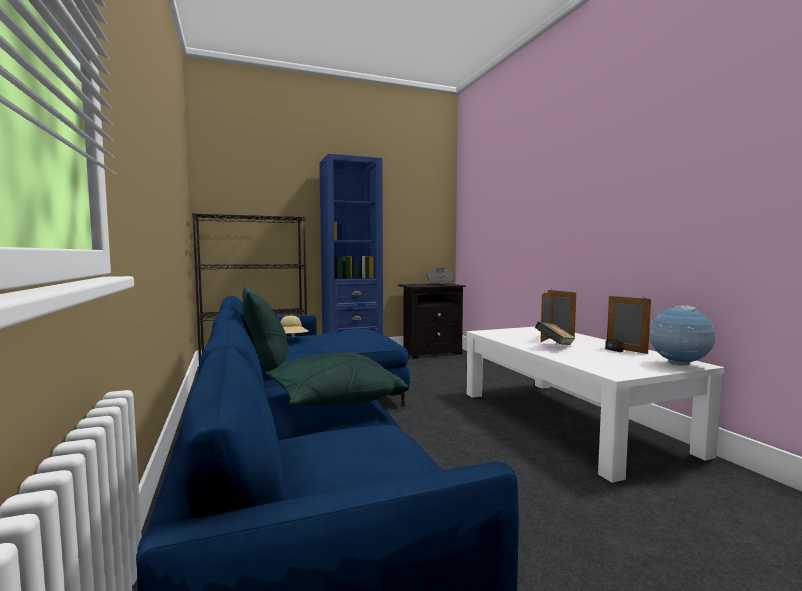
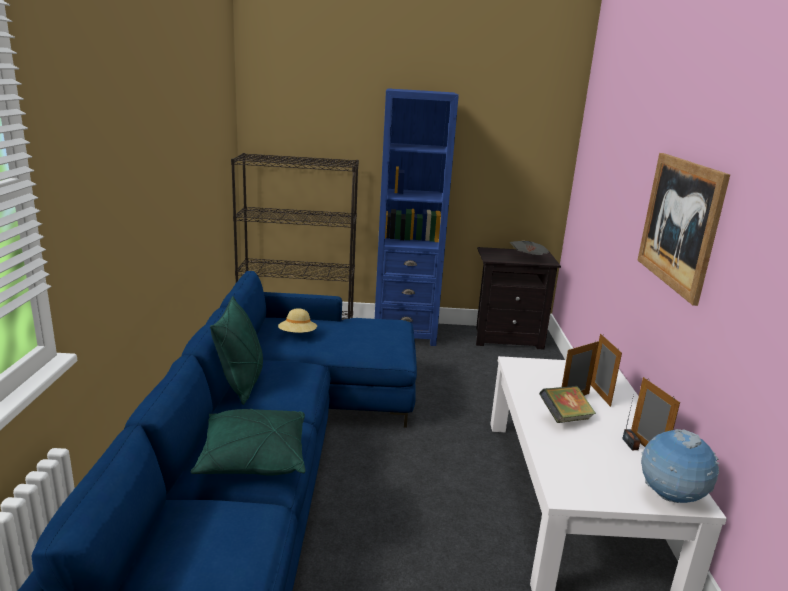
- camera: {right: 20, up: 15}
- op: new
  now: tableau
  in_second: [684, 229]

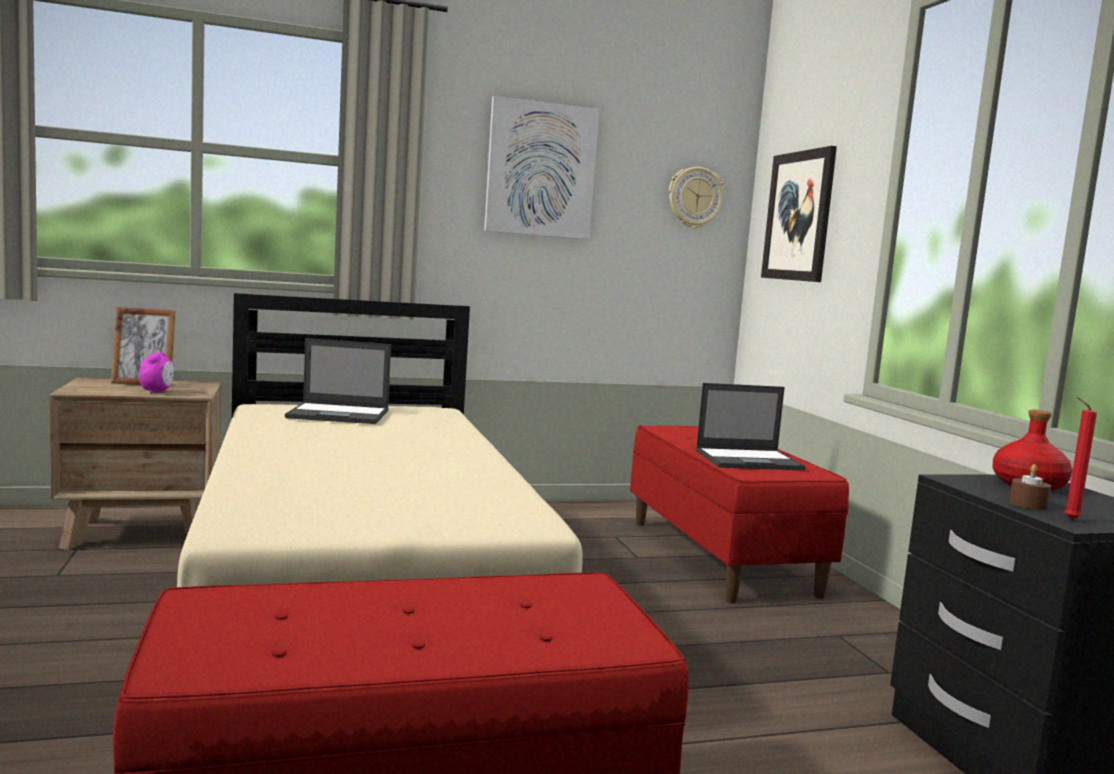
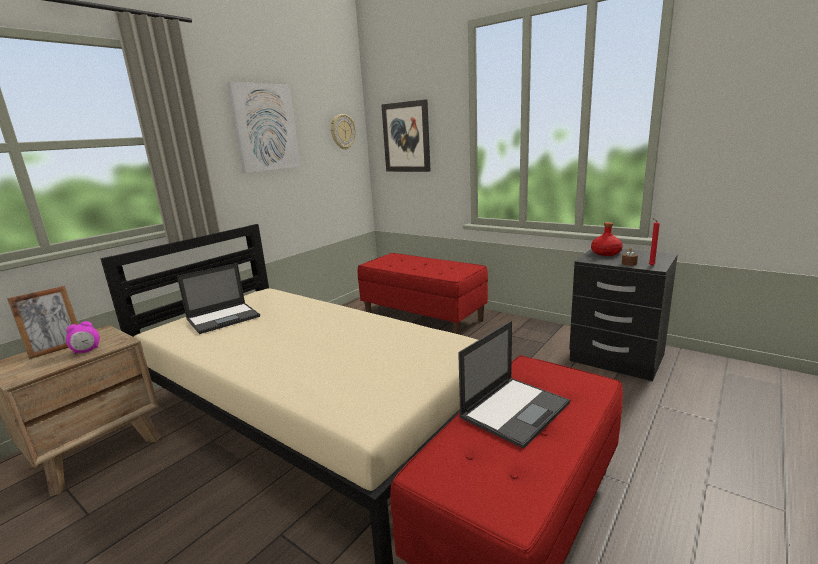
- camera: {right: -35, up: 10}
- op: rotated
  was: réveil
  in_first: [156, 372]
  in_second: [83, 337]
  clockwise: 90
- op: shifted
  was: ordinateur portable
  in_first: [751, 426]
  in_second: [514, 385]

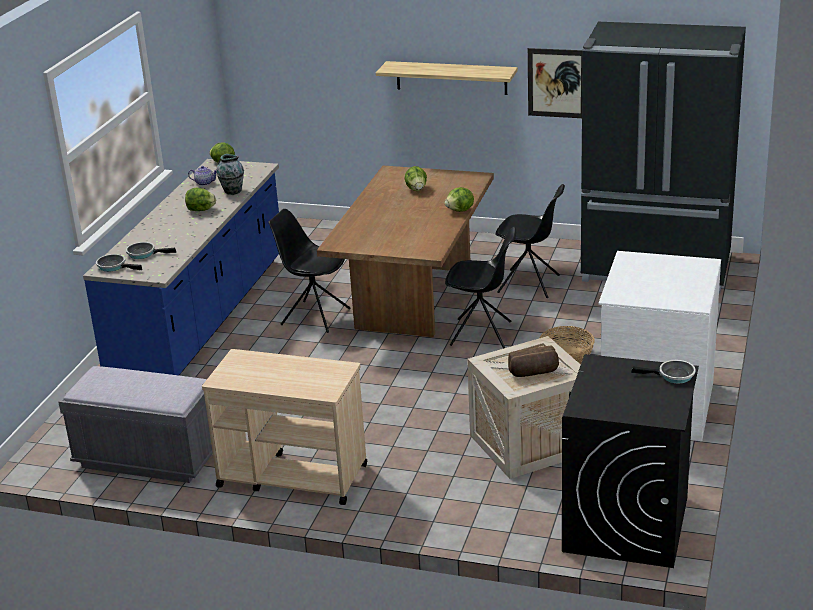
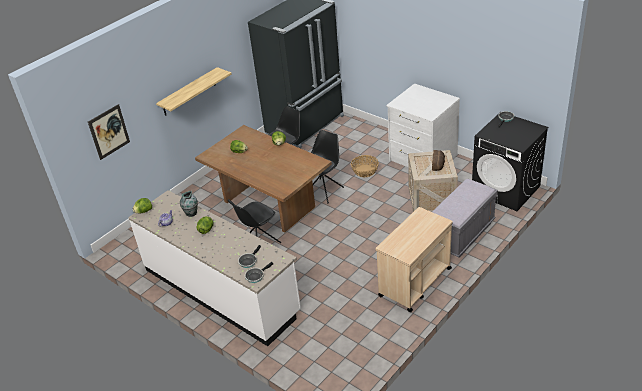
- camera: {right: -65, up: 10}
- op: shifted
  was: tableau
  in_first: [555, 83]
  in_second: [109, 132]
- op: repainted
  was: comptoir de cuisine [bleu]
  now: comptoir de cuisine [blanc]
  in_first: [181, 267]
  in_second: [214, 268]
- op: shifted
  was: banc [gris]
  in_first: [135, 424]
  in_second: [465, 218]

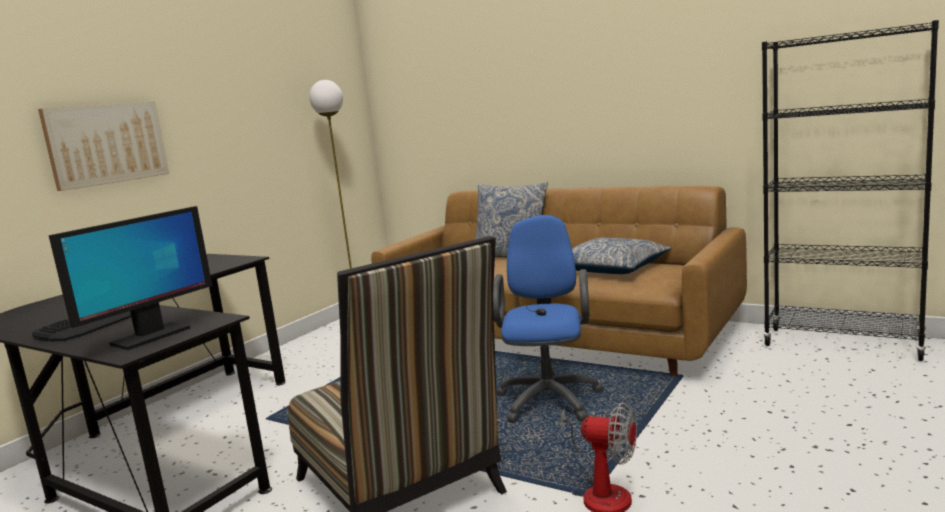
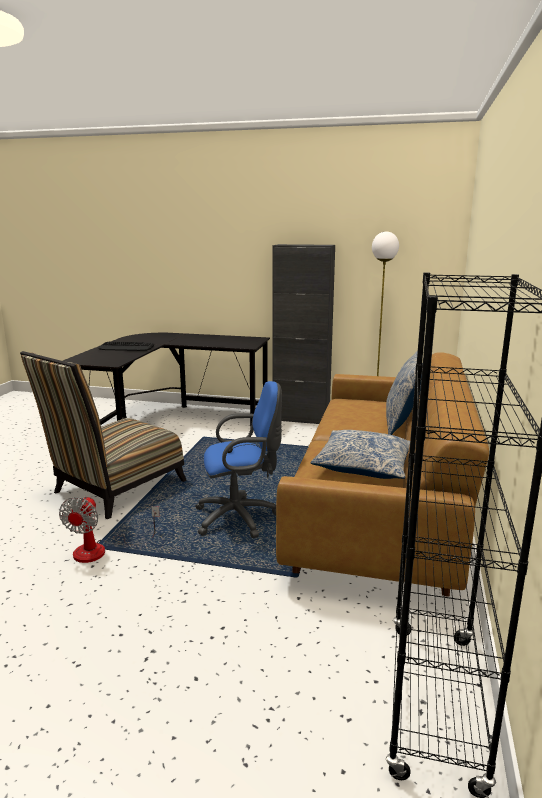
- camera: {right: 70, up: 5}
- op: gone
  was: tableau
  in_first: [103, 146]
- op: gone
  was: écran d'ordinateur
  in_first: [130, 278]
- op: new
  now: meuble de rangement [noir]
  in_second: [303, 334]

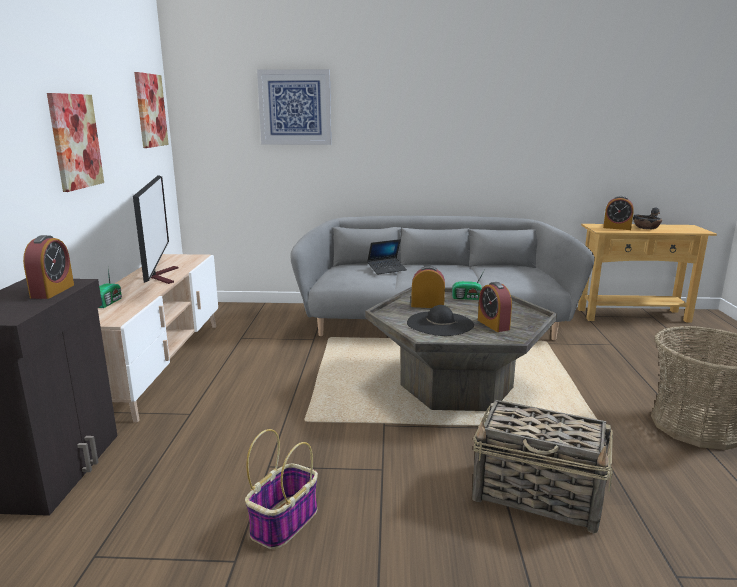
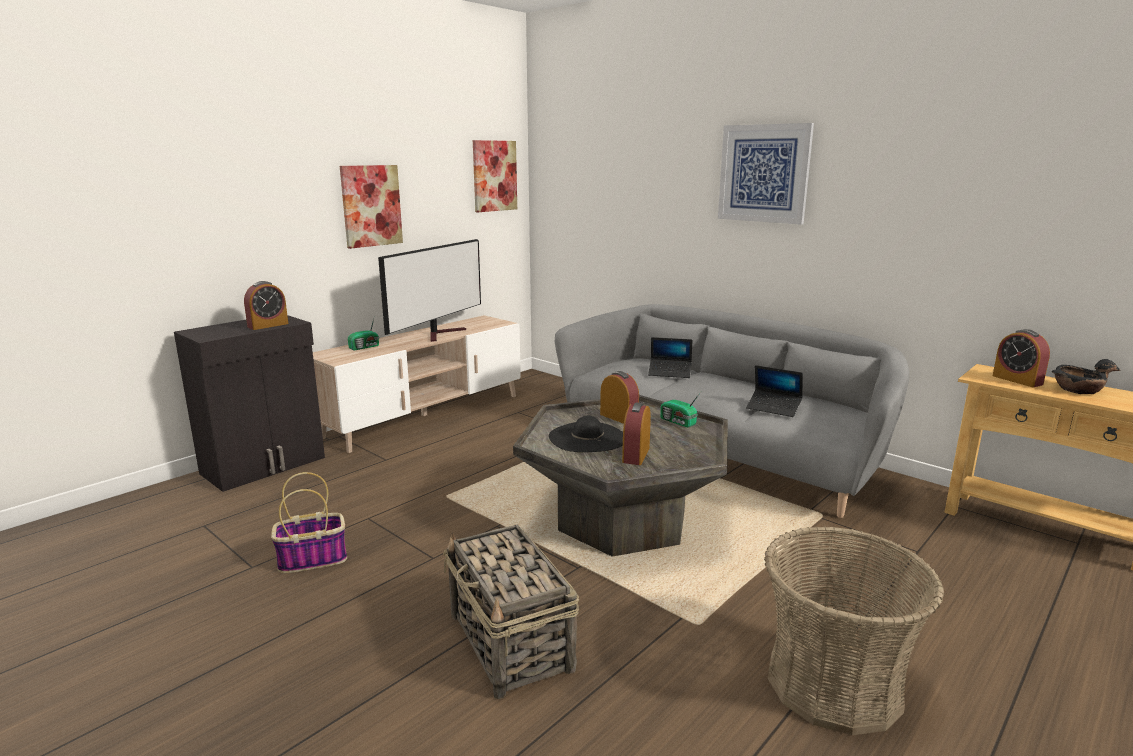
- camera: {right: 40, up: 0}
- op: shifted
  was: tableau
  in_first: [294, 107]
  in_second: [766, 174]
- op: new
  now: ordinateur portable
  in_second: [774, 391]

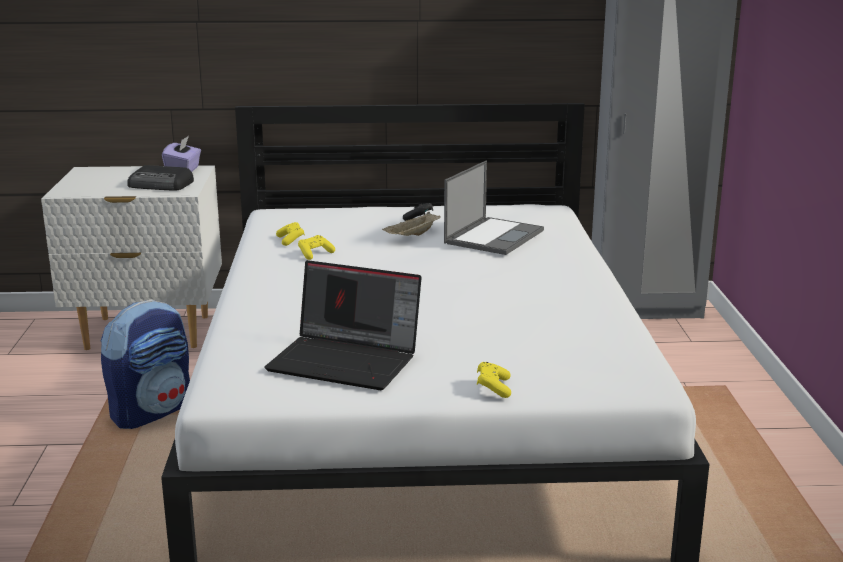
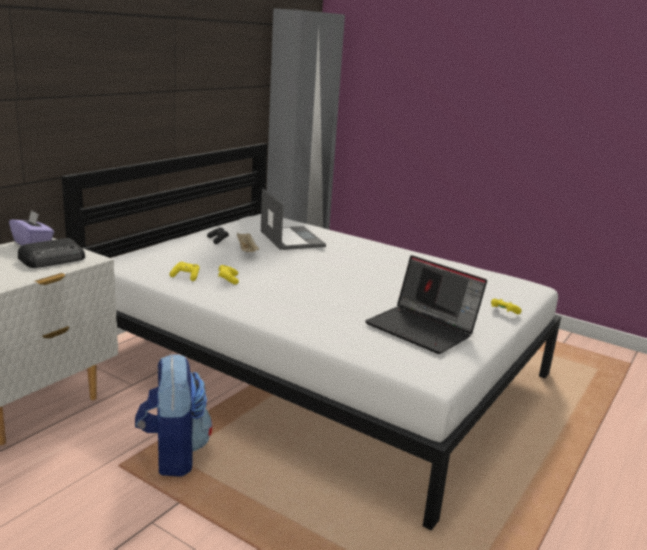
- camera: {right: -55, up: 0}
- op: rotated
  was: ordinateur portable
  in_first: [343, 325]
  in_second: [426, 304]
  clockwise: 75

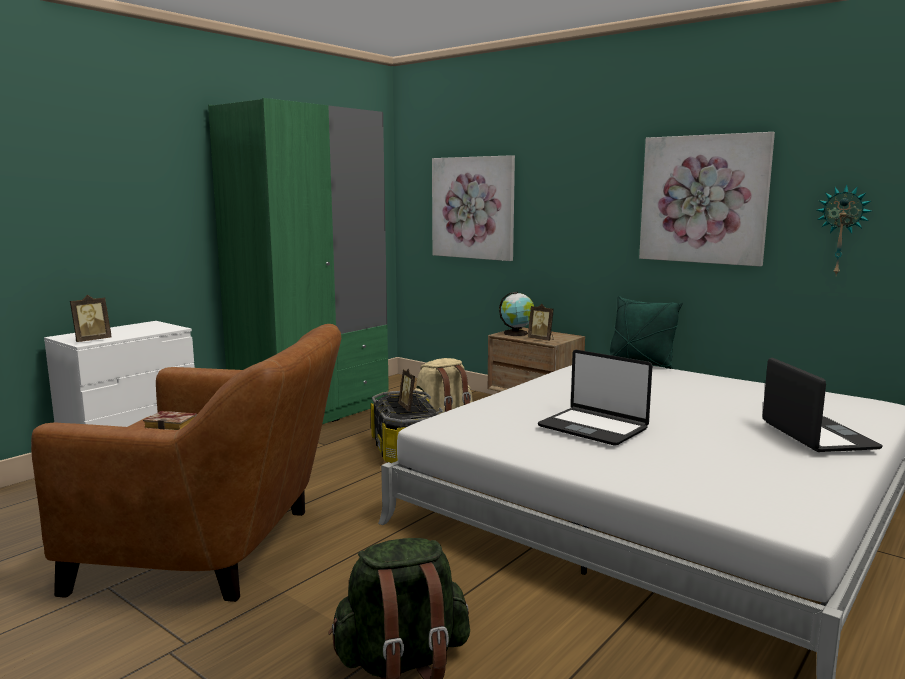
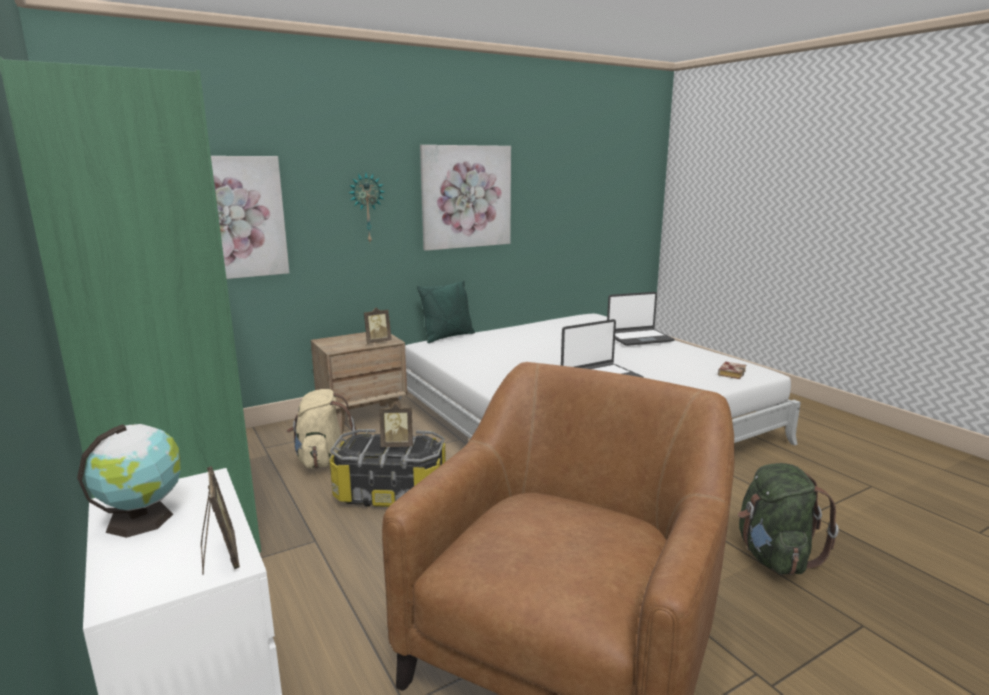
- camera: {right: -70, up: 5}
- op: shifted
  was: horloge murale
  in_first: [844, 229]
  in_second: [367, 207]
- op: shifted
  was: globe
  in_first: [516, 314]
  in_second: [128, 481]
- op: rotated
  was: ordinateur portable
  in_first: [822, 405]
  in_second: [641, 319]
  clockwise: 150
- op: shifted
  was: livre
  in_first: [170, 420]
  in_second: [732, 370]

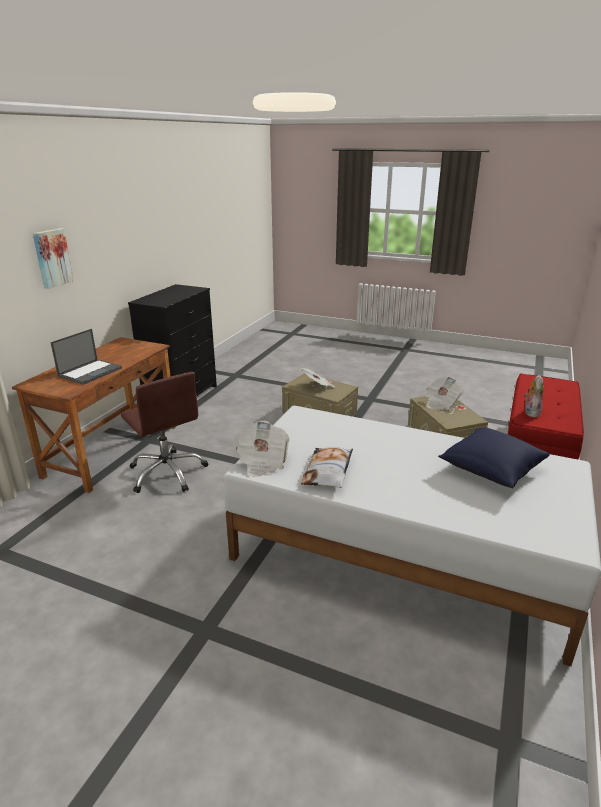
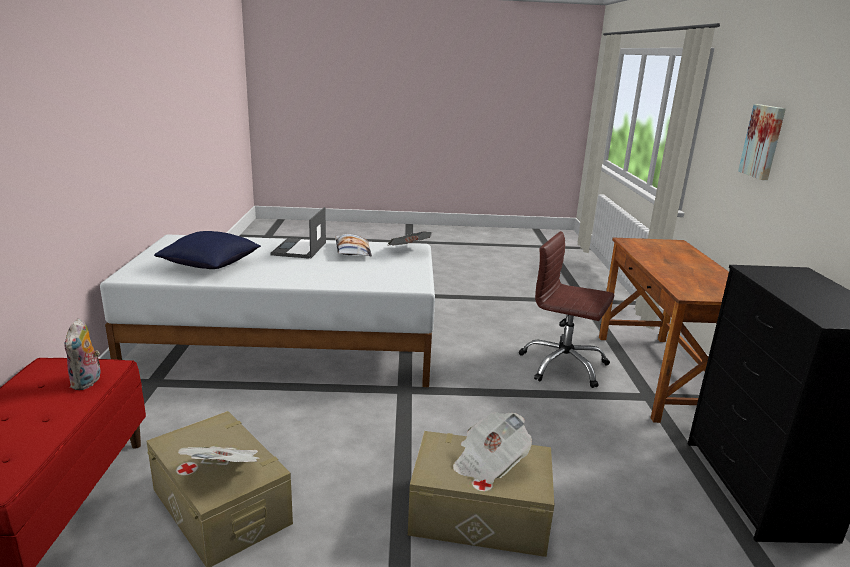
- camera: {right: 155, up: -5}
- op: shifted
  was: ordinateur portable
  in_first: [86, 357]
  in_second: [298, 233]

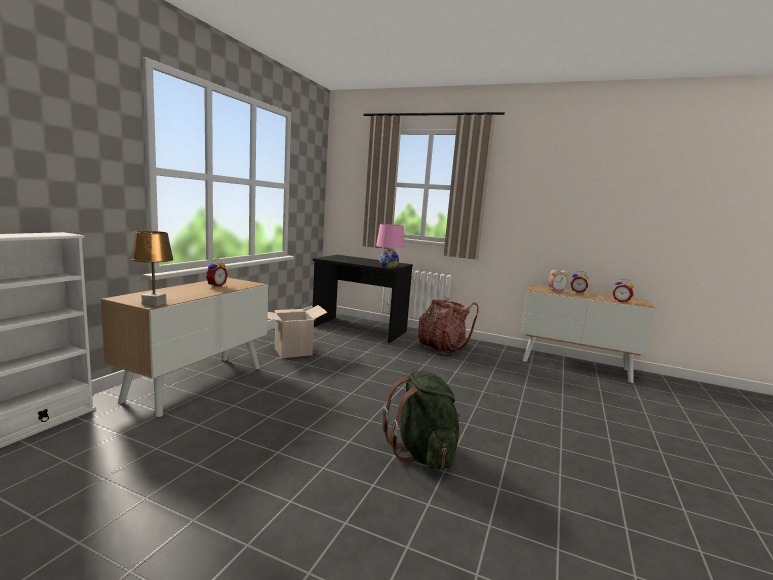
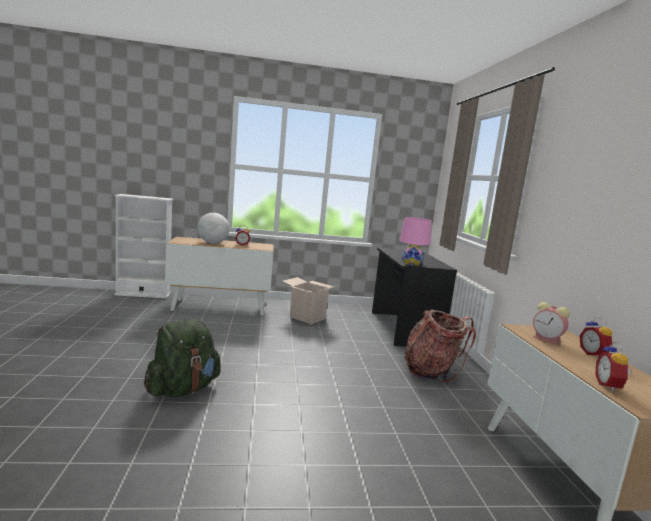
- camera: {right: 60, up: 0}
- op: gone
  was: lampe de table [marron]
  in_first: [152, 268]
- op: new
  now: globe
  in_second: [213, 228]

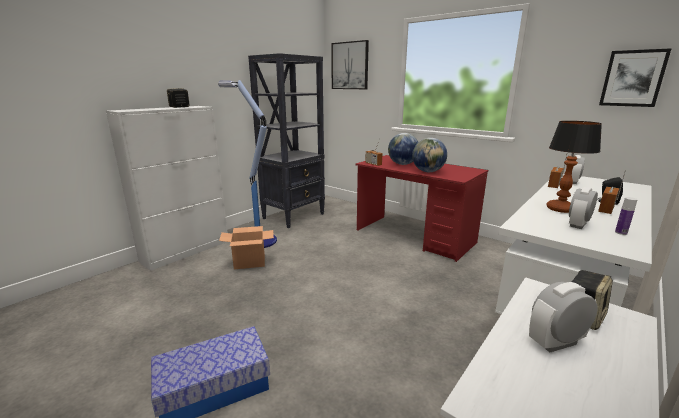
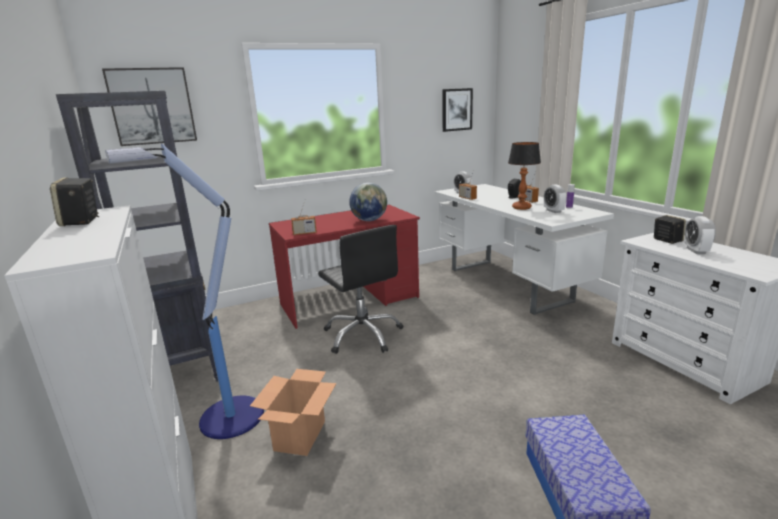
- camera: {right: -65, up: 0}
- op: gone
  was: globe
  in_first: [403, 149]
- op: new
  now: chaise de bureau [noir]
  in_second: [360, 289]

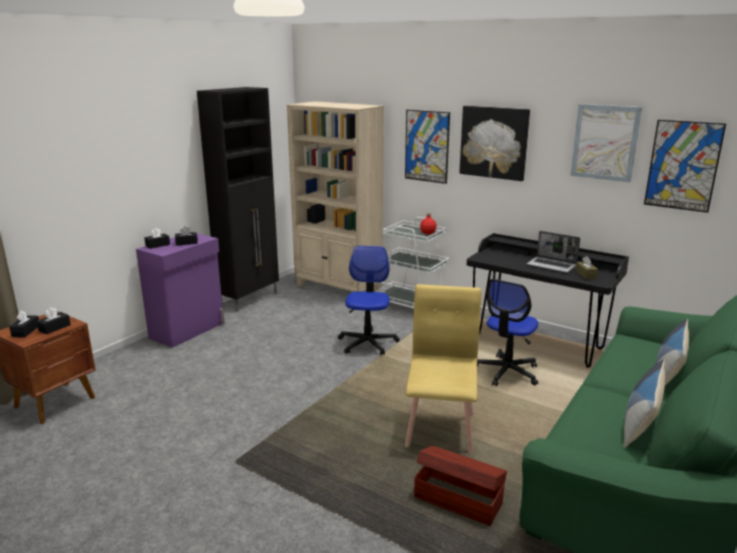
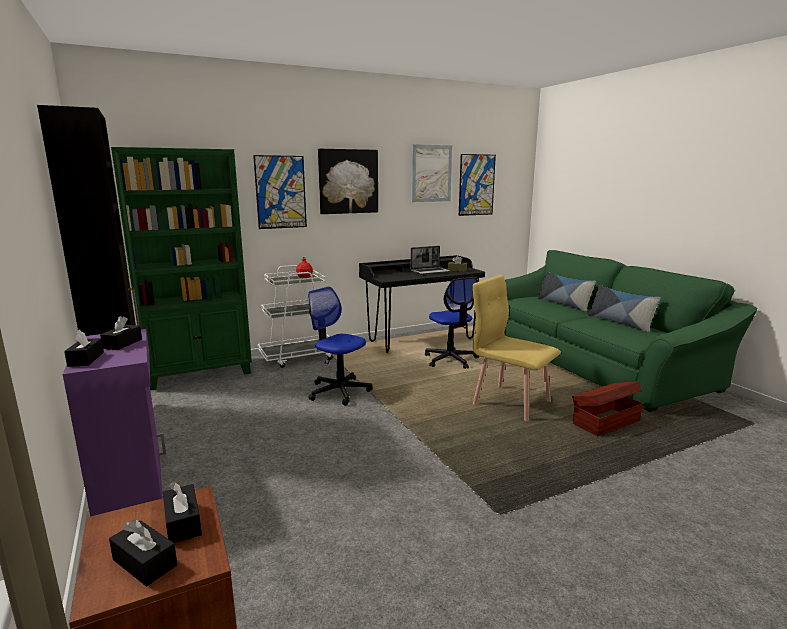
- camera: {right: -60, up: -5}
- op: repainted
  was: bibliothèque [beige]
  now: bibliothèque [vert]
  in_first: [335, 196]
  in_second: [181, 268]

